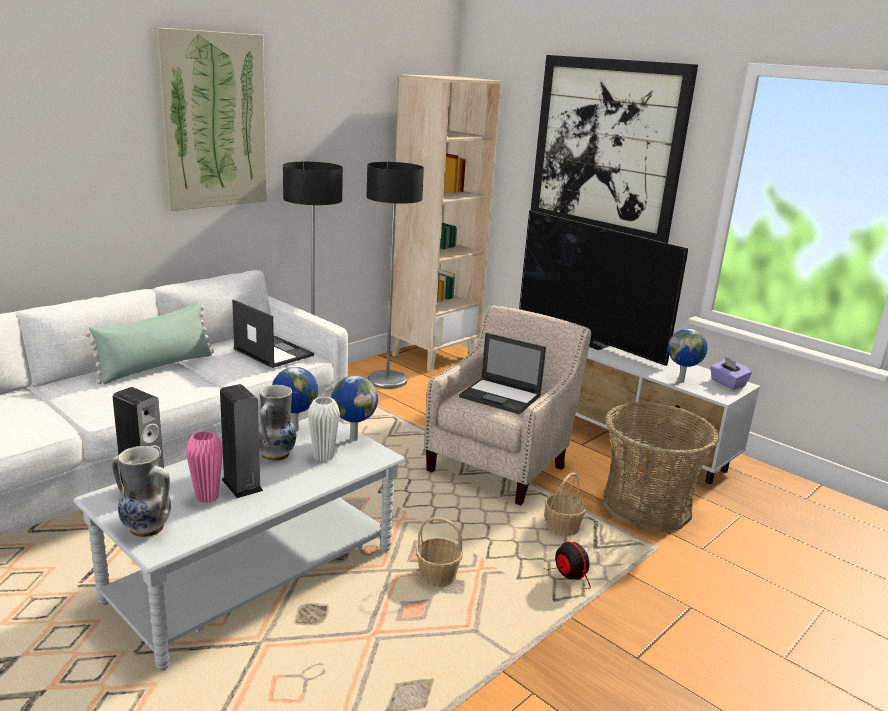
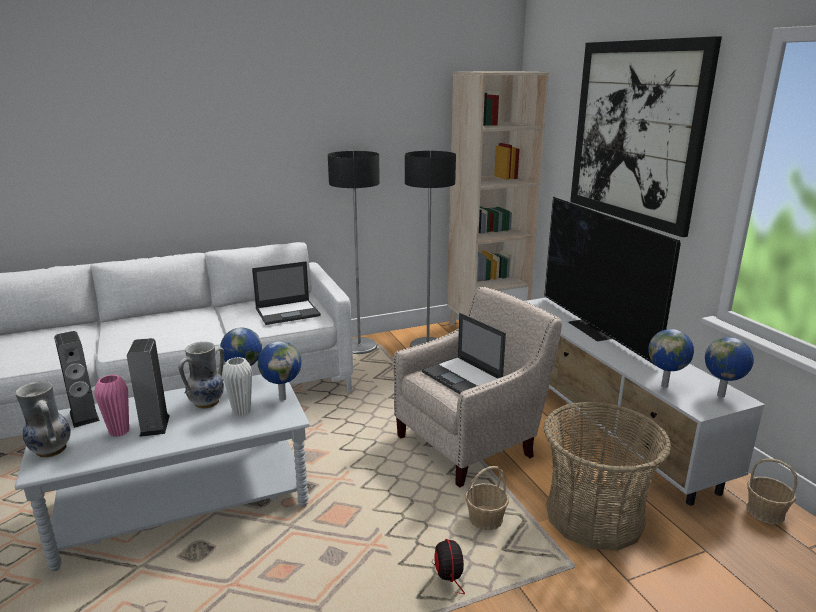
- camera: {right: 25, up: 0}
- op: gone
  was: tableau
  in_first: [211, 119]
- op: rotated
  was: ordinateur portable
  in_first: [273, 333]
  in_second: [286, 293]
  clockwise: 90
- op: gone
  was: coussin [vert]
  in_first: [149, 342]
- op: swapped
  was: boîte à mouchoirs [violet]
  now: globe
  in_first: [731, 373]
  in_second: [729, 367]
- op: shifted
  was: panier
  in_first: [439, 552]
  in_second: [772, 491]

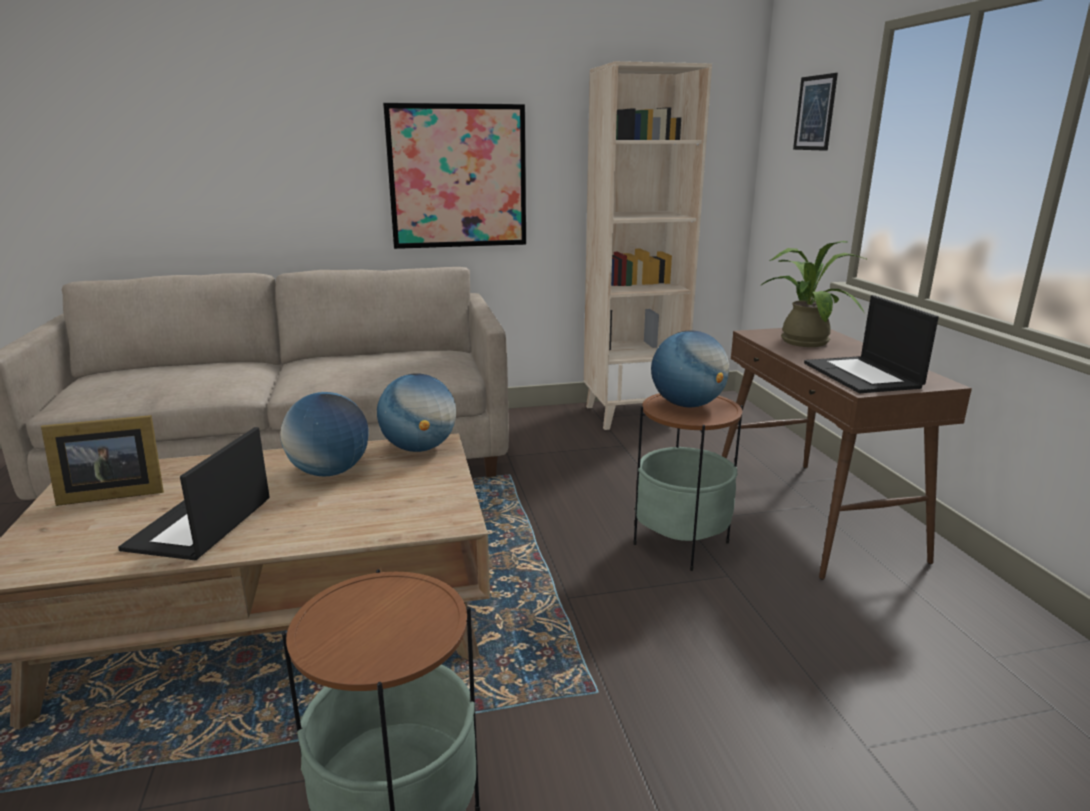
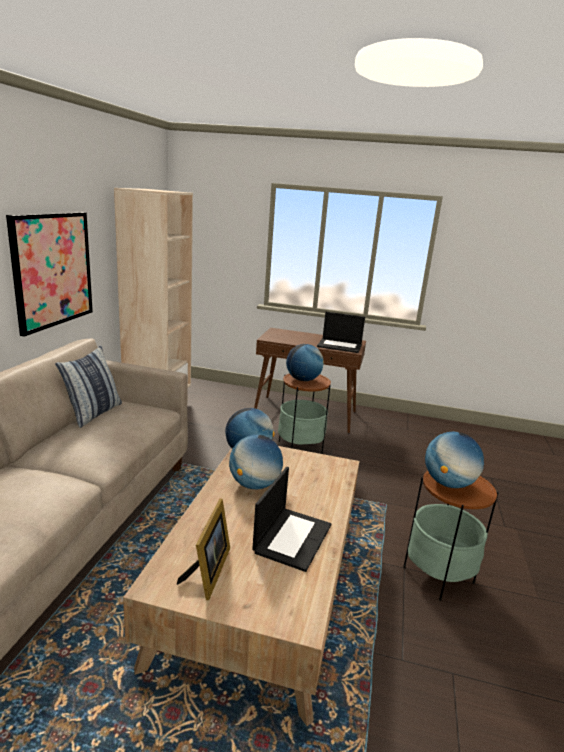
- camera: {right: -65, up: 0}
- op: gone
  was: tableau
  in_first: [815, 112]
- op: gone
  was: plante en pot
  in_first: [813, 294]
- op: rotated
  was: ordinateur portable
  in_first: [194, 493]
  in_second: [291, 519]
  clockwise: -105
- op: new
  now: coussin
  in_second: [88, 387]
- op: new
  now: globe
  in_second: [454, 460]

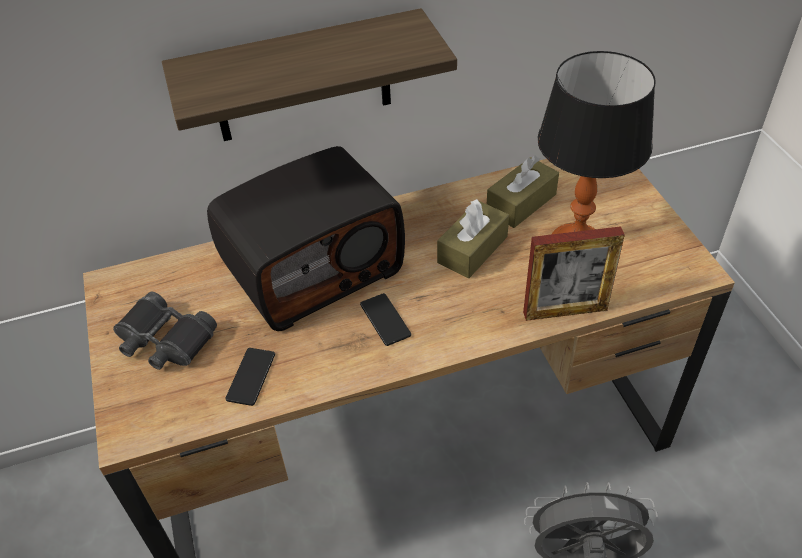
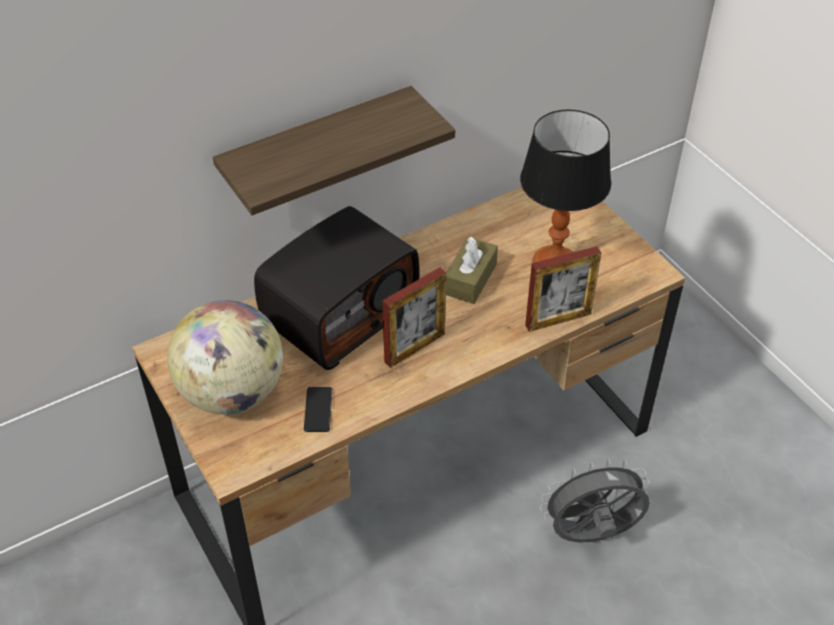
- camera: {right: -15, up: 0}
- op: gone
  was: boîte à mouchoirs [marron]
  in_first: [523, 192]
- op: swapped
  was: jumelles [noir]
  now: globe
  in_first: [165, 330]
  in_second: [225, 357]
- op: swapped
  was: téléphone
  now: cadre photo
  in_first: [385, 319]
  in_second: [414, 317]

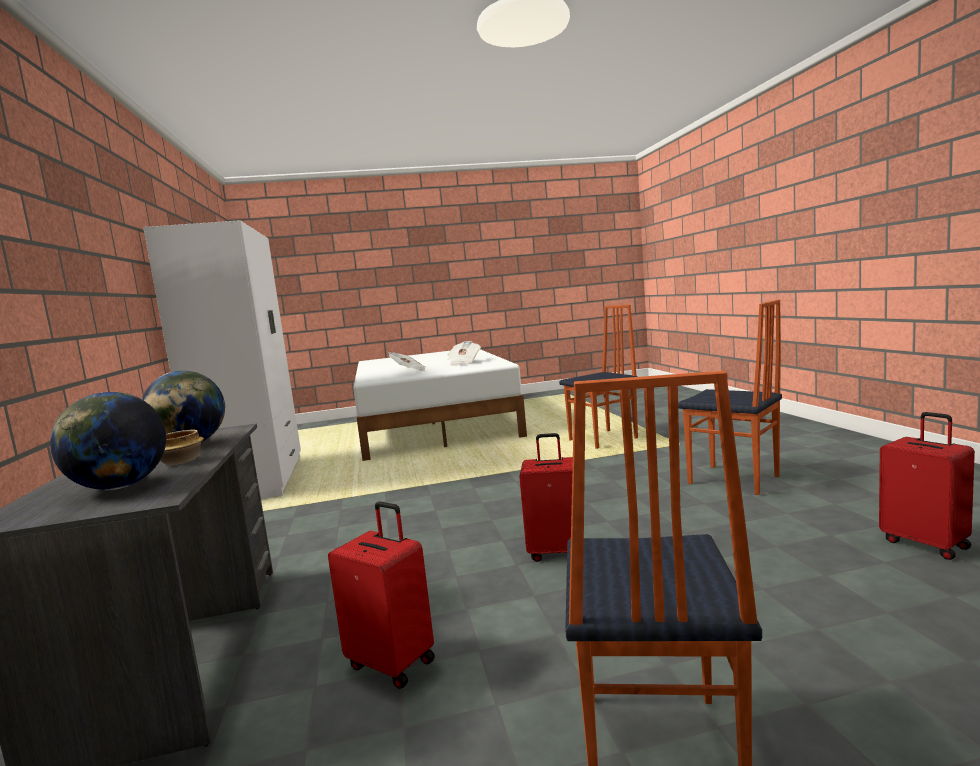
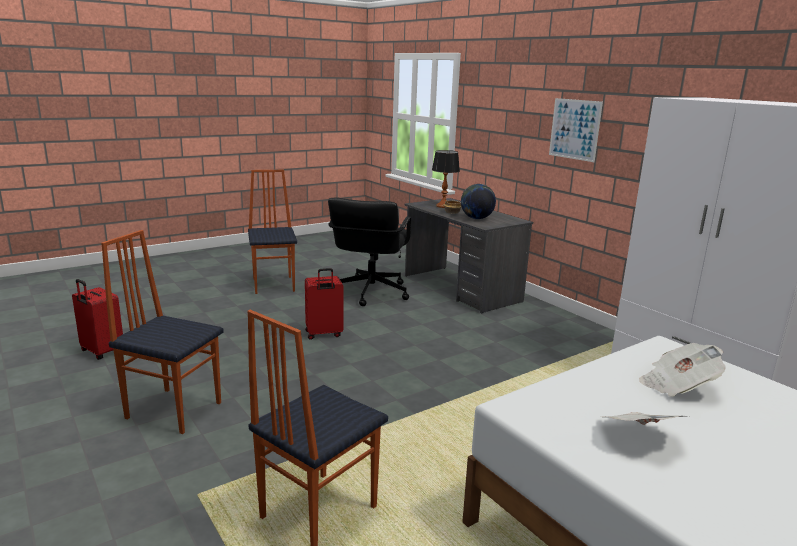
- camera: {right: 155, up: 10}
- op: swapped
  was: globe
  now: lampe de table
  in_first: [108, 441]
  in_second: [446, 179]
- op: swapped
  was: valise [rouge]
  now: chaise de bureau [noir]
  in_first: [381, 595]
  in_second: [369, 252]
- op: new
  now: tableau
  in_second: [576, 130]

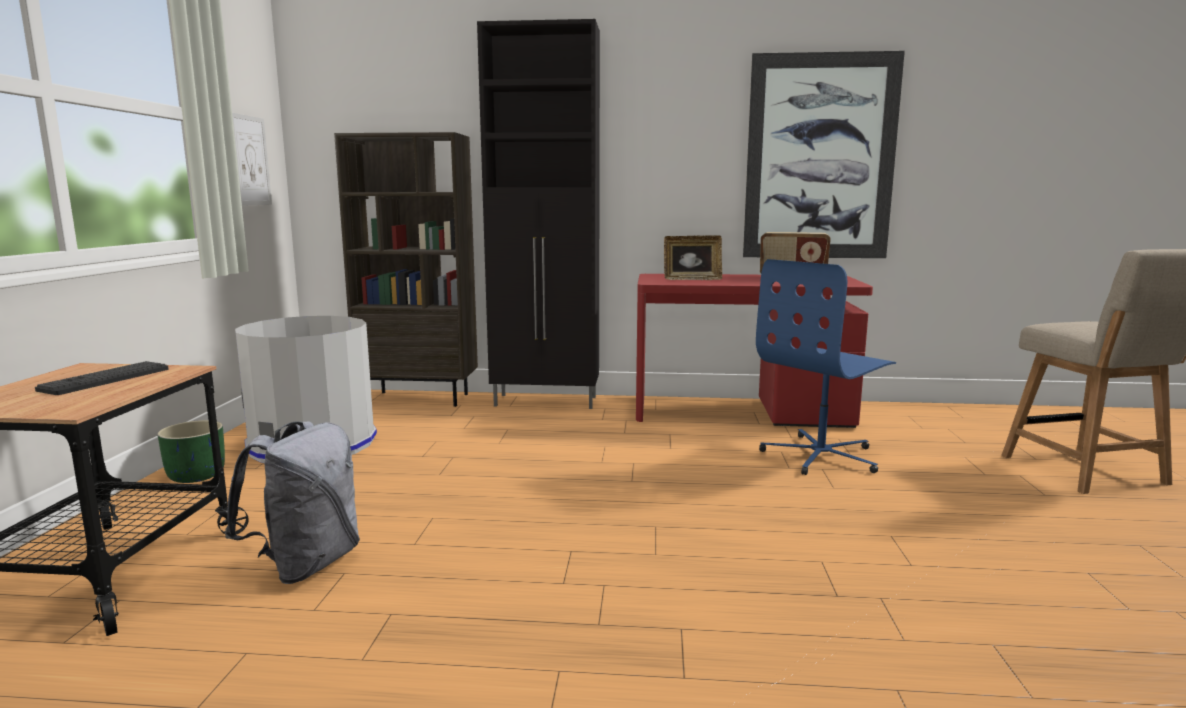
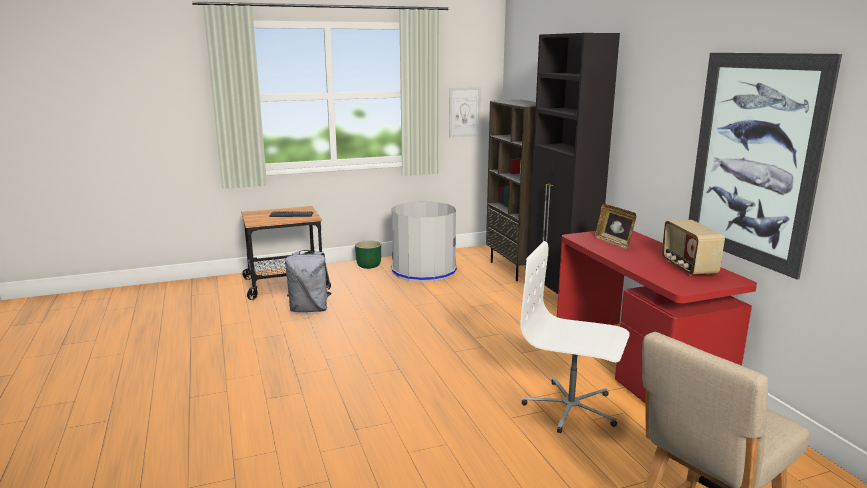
- camera: {right: 65, up: 5}
- op: repainted
  was: chaise de bureau [bleu]
  now: chaise de bureau [blanc]
  in_first: [826, 367]
  in_second: [574, 337]

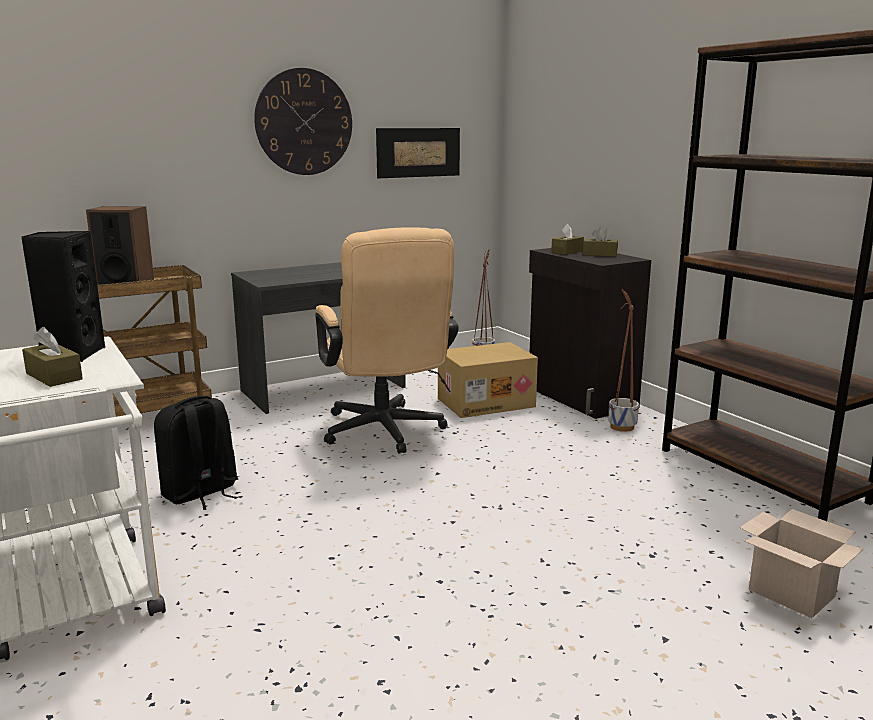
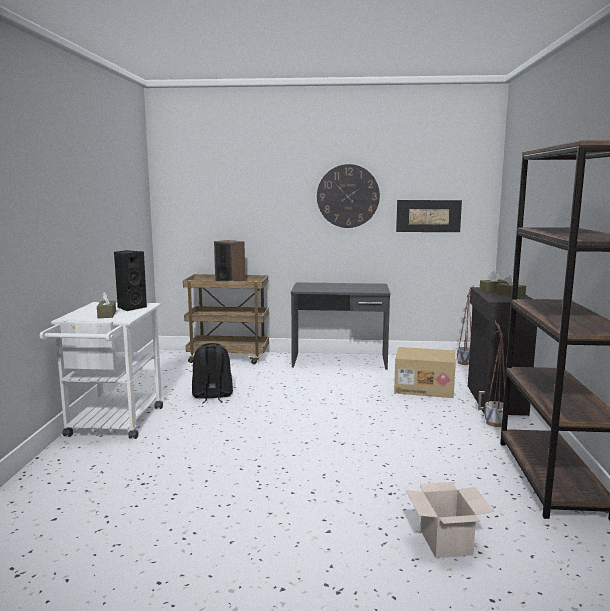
- camera: {right: 35, up: -5}
- op: gone
  was: chaise de bureau [beige]
  in_first: [387, 340]

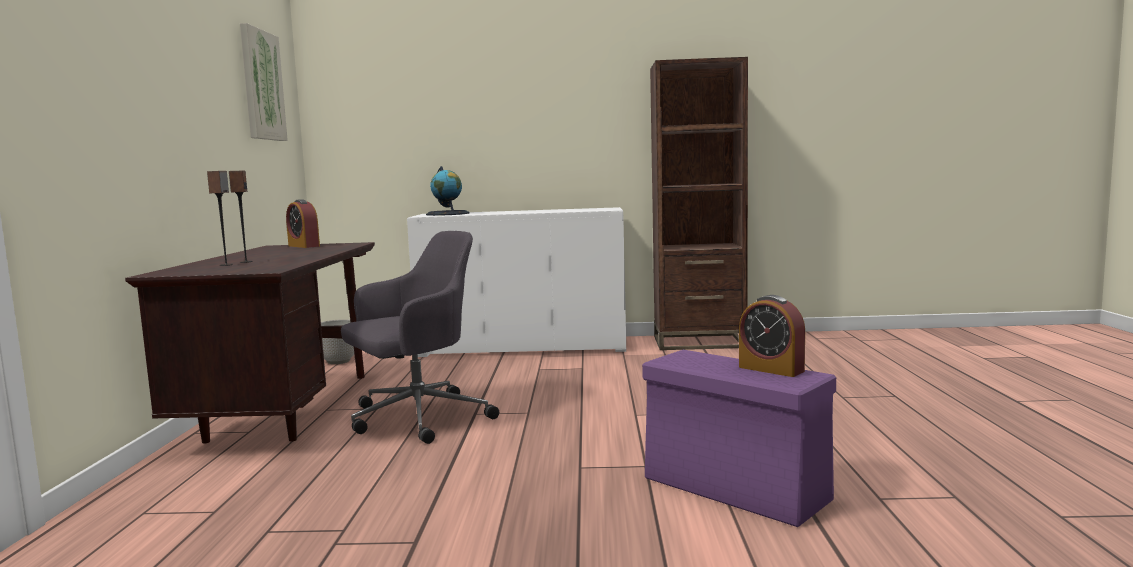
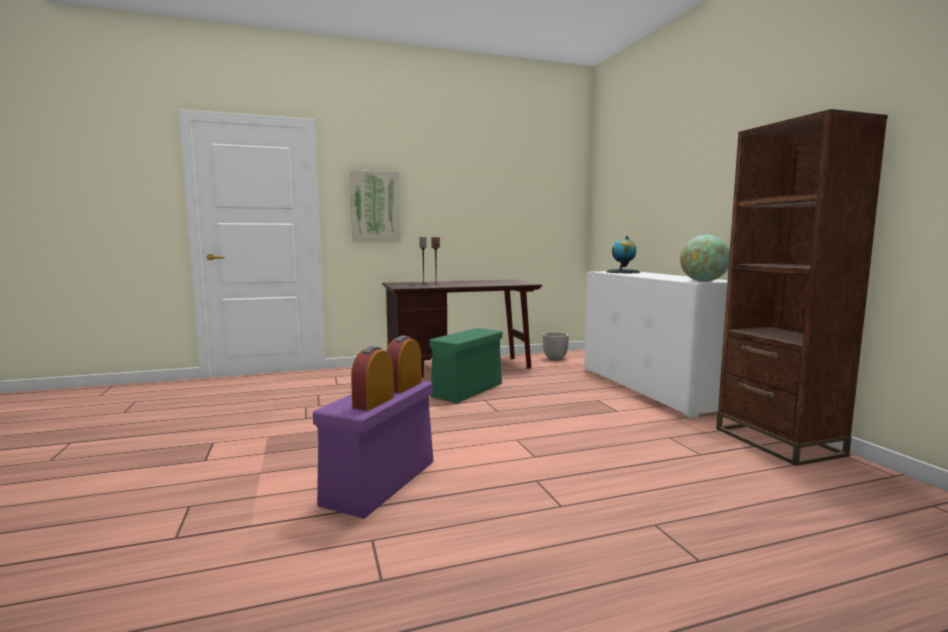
- camera: {right: 70, up: 0}
- op: shifted
  was: tableau
  in_first: [264, 82]
  in_second: [375, 206]
- op: shifted
  was: réveil
  in_first: [303, 223]
  in_second: [404, 364]
- op: swapped
  was: chaise de bureau [gris]
  now: boîte de rangement [vert]
  in_first: [420, 337]
  in_second: [466, 365]
- op: new
  now: globe
  in_second: [705, 258]

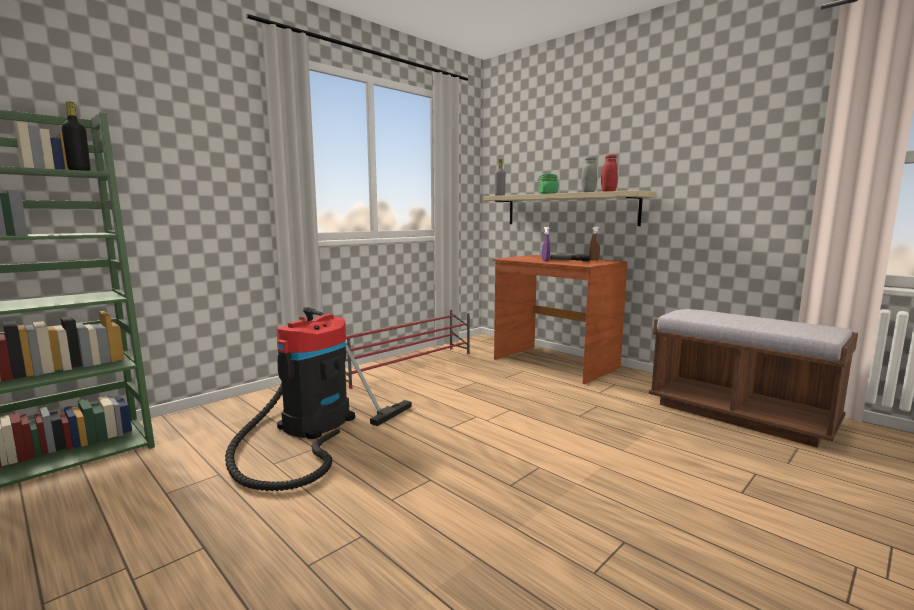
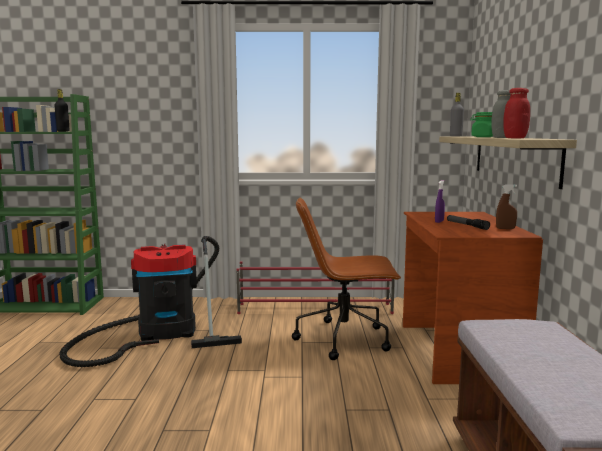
- camera: {right: 45, up: 0}
- op: new
  now: chaise de bureau [marron]
  in_second: [346, 278]

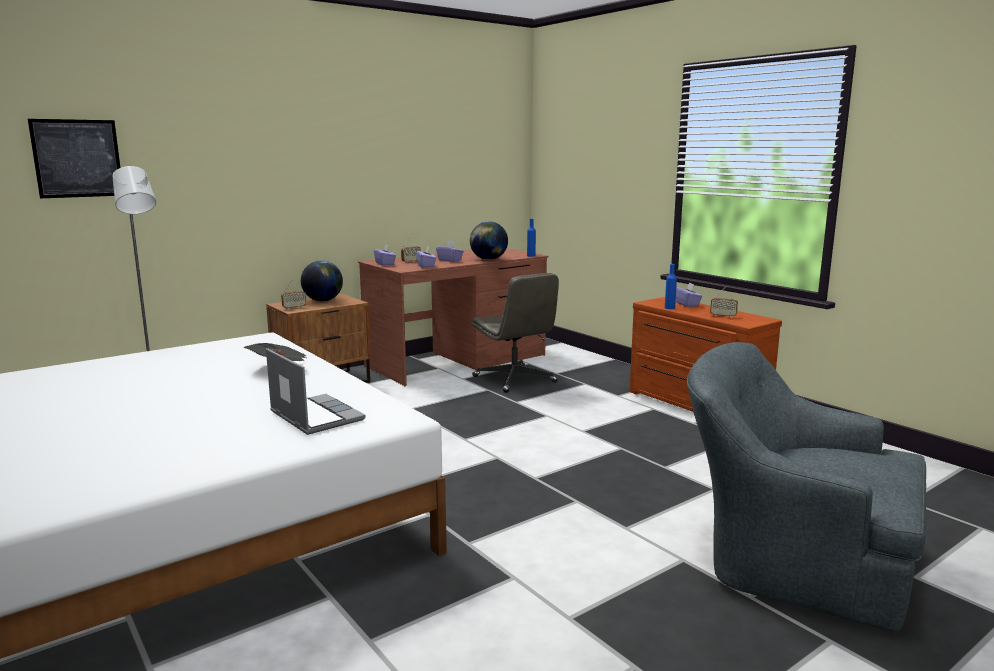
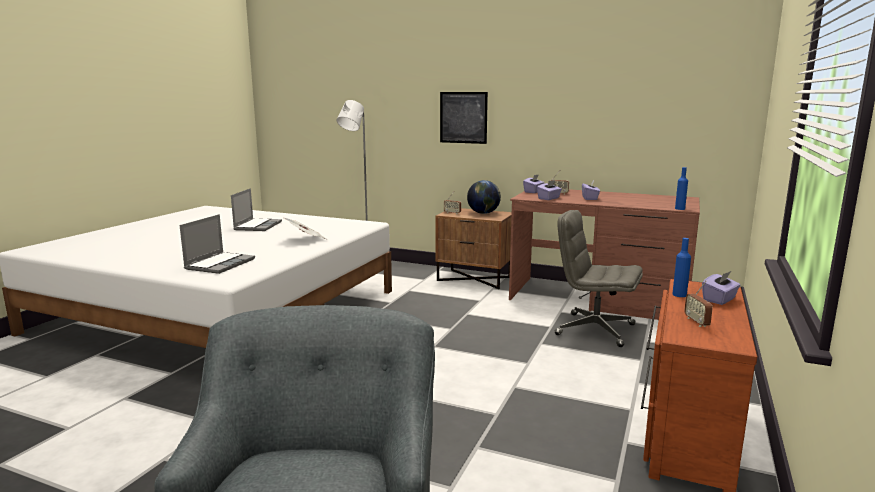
- camera: {right: 60, up: 0}
- op: shifted
  was: tableau
  in_first: [74, 158]
  in_second: [464, 118]
- op: gone
  was: globe
  in_first: [489, 240]
- op: rotated
  was: chaise de bureau [gris]
  in_first: [515, 333]
  in_second: [599, 278]
  clockwise: 90
- op: new
  now: ordinateur portable
  in_second: [256, 209]

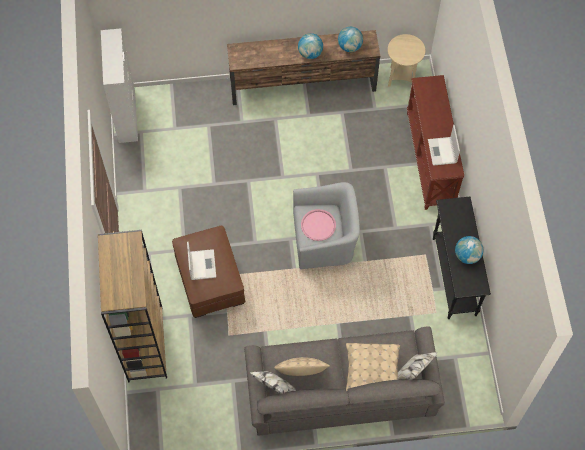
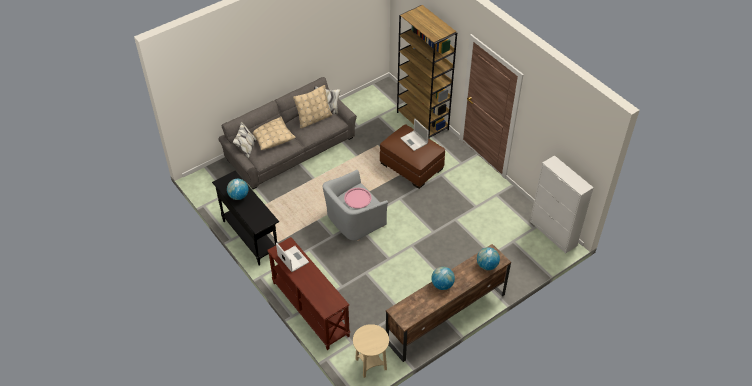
- camera: {right: 150, up: -15}
- op: shifted
  was: globe
  in_first: [350, 39]
  in_second: [488, 258]

